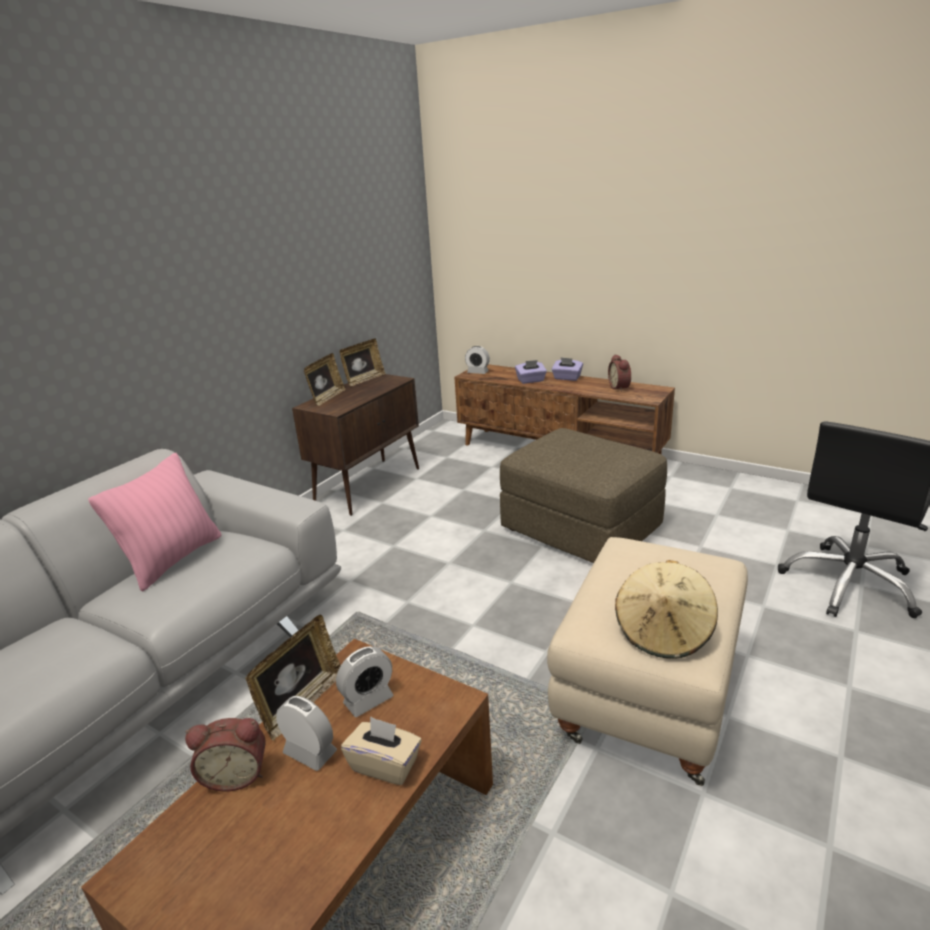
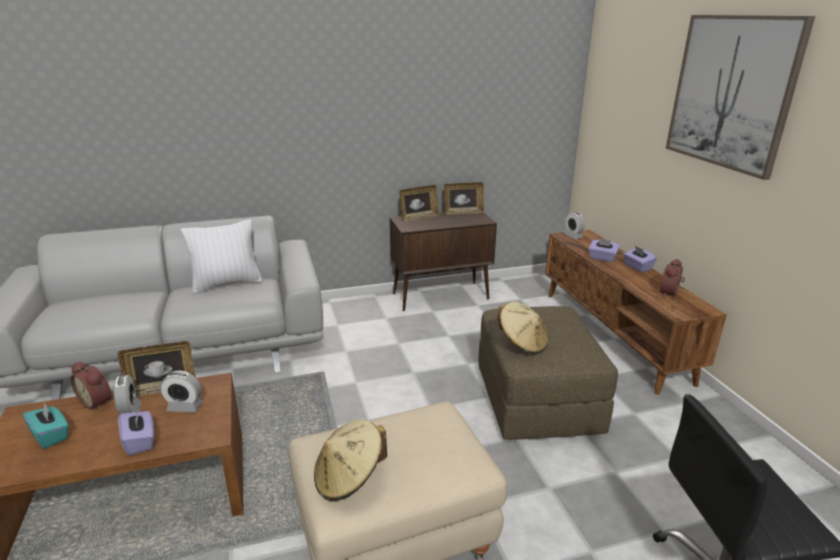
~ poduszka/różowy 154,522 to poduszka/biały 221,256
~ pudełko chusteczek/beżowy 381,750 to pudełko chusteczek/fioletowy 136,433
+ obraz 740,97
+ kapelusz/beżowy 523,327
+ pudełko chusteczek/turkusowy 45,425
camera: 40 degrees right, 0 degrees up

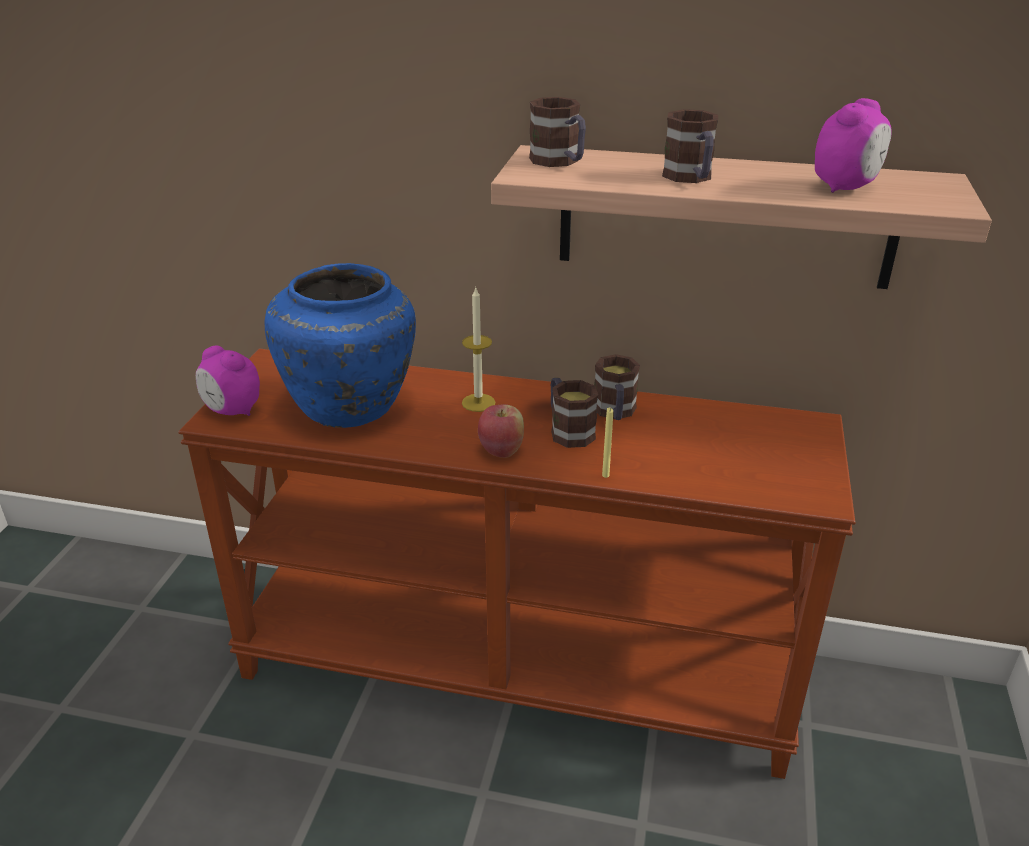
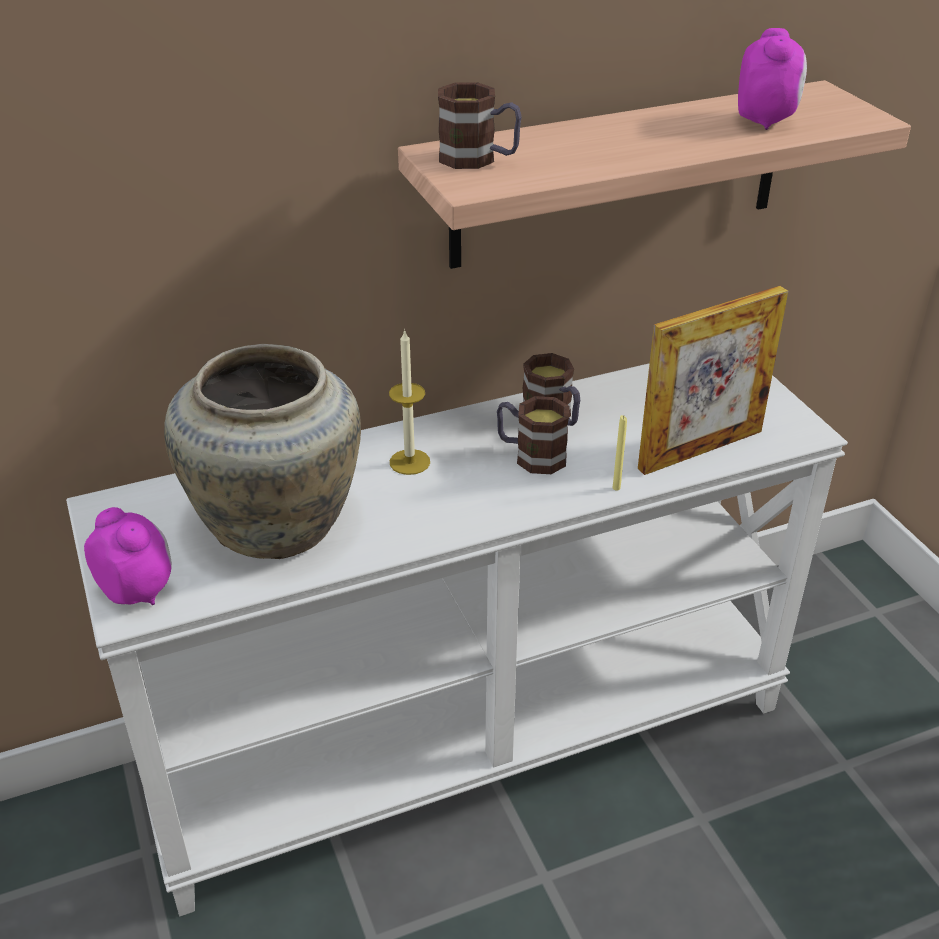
- kubek 690,146
~ wazon/niebieski 340,345 to wazon/beżowy 262,451
~ budzik 228,380 = 128,556 135 degrees counterclockwise
~ stolik konsolowy/brązowy 517,564 to stolik konsolowy/biały 457,640
- jabłko 501,431
+ ramka na zdjęcie 713,380
camera: 35 degrees left, 5 degrees up

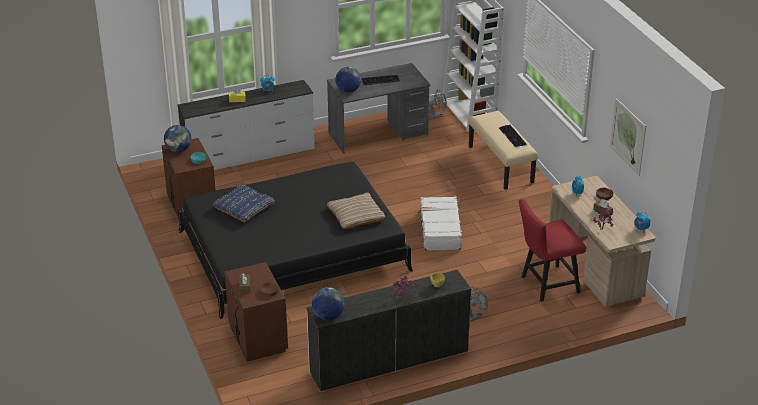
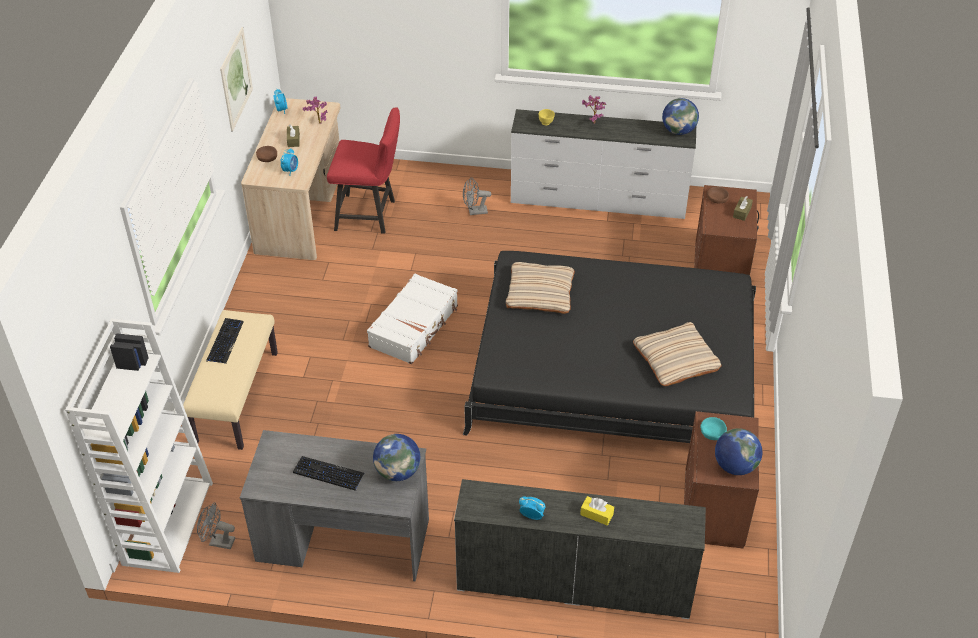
~ poduszka/niebieski 244,204 to poduszka/beżowy 677,354
camera: 150 degrees left, 10 degrees up

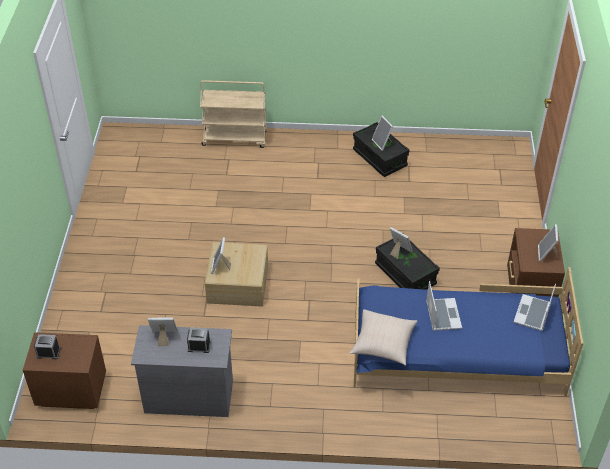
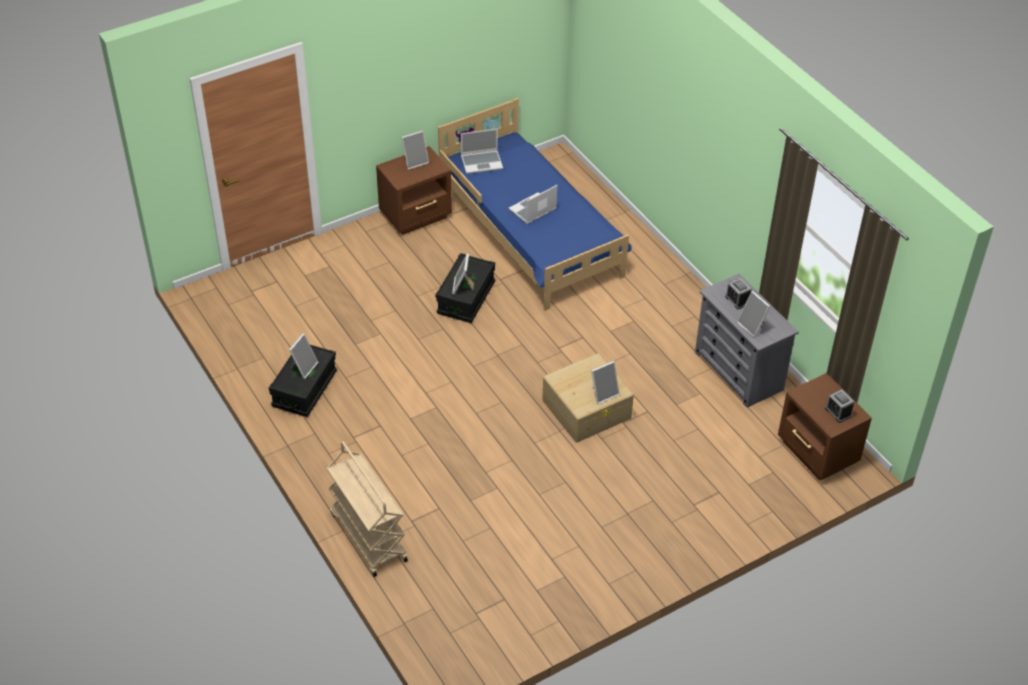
- poduszka/beżowy 384,337
camera: 125 degrees left, 0 degrees up

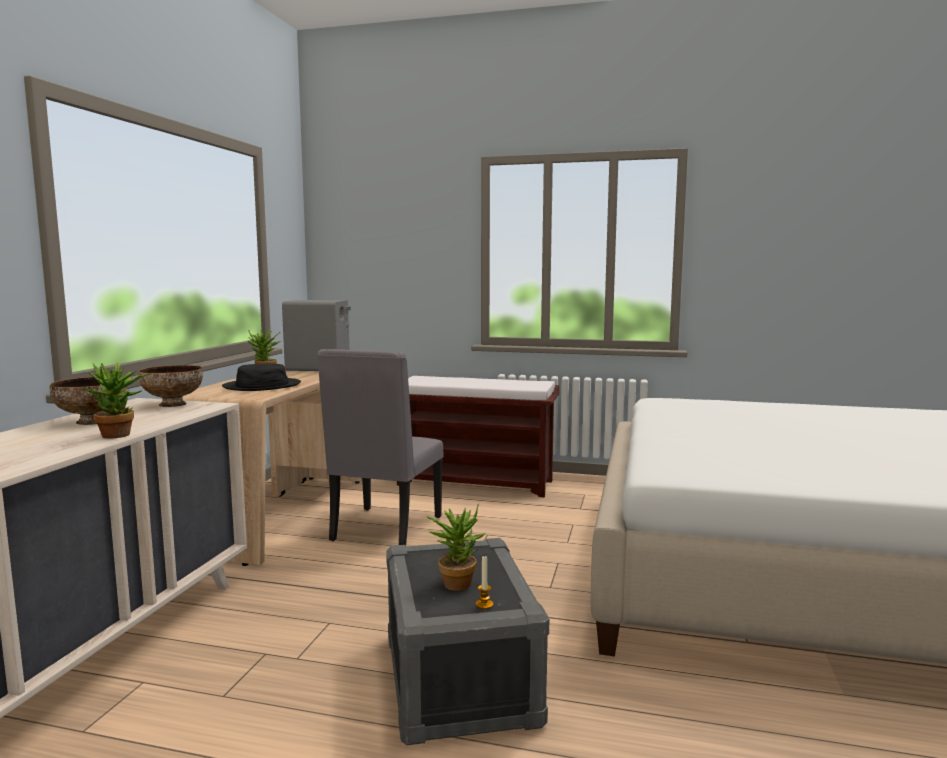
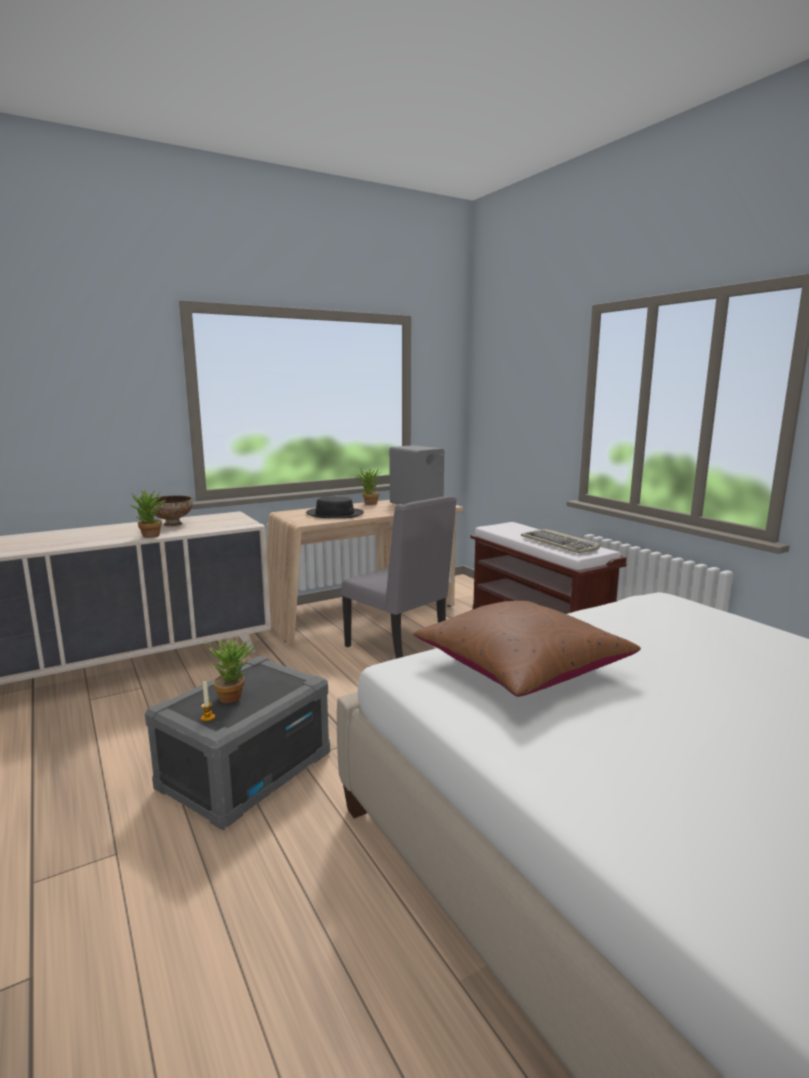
~ krzesło/szary 380,447 = 399,577 105 degrees counterclockwise
- miska 170,386
+ klawiatura 560,541
+ poduszka/brązowy 527,649
camera: 45 degrees right, 5 degrees up

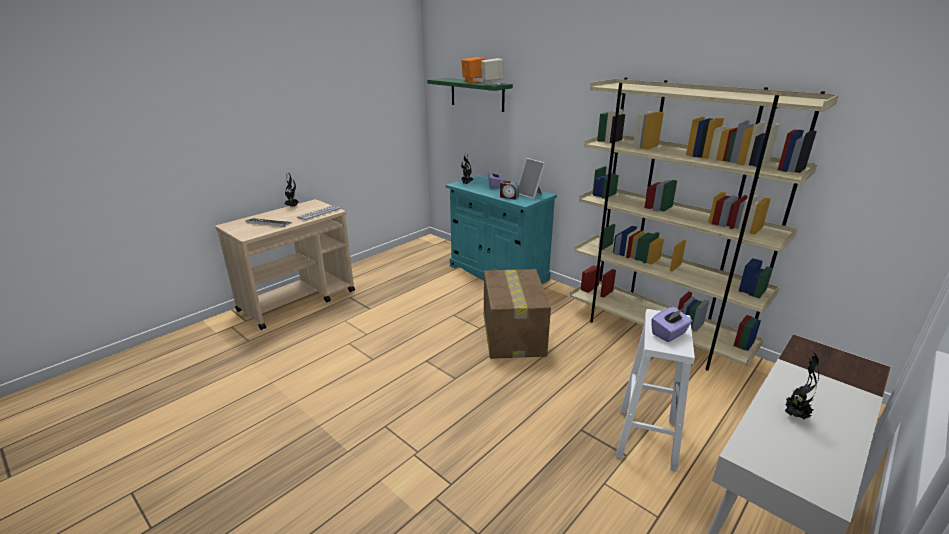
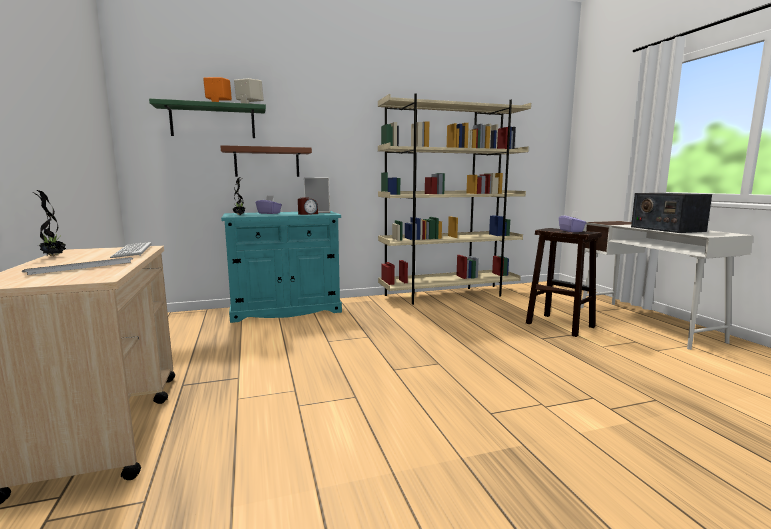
- karton 517,314
~ stołek/biały 655,390 to stołek/brązowy 564,282
~ roślina doniczkowa 801,384 to radio 671,213
+ półka/brązowy 266,161
camera: 60 degrees left, 15 degrees down

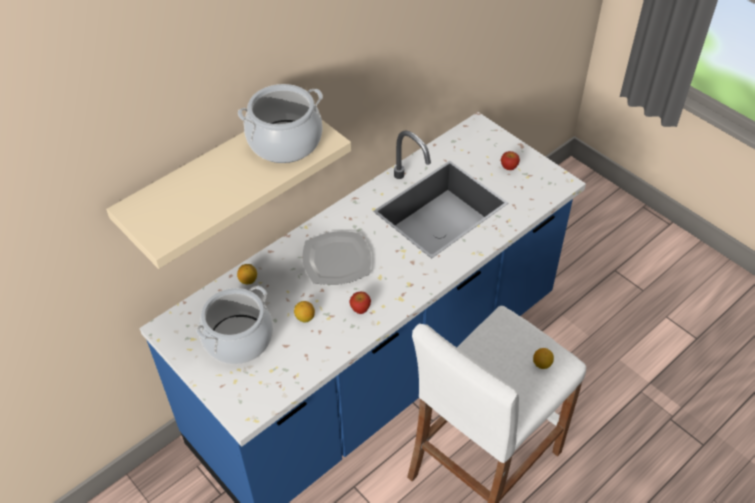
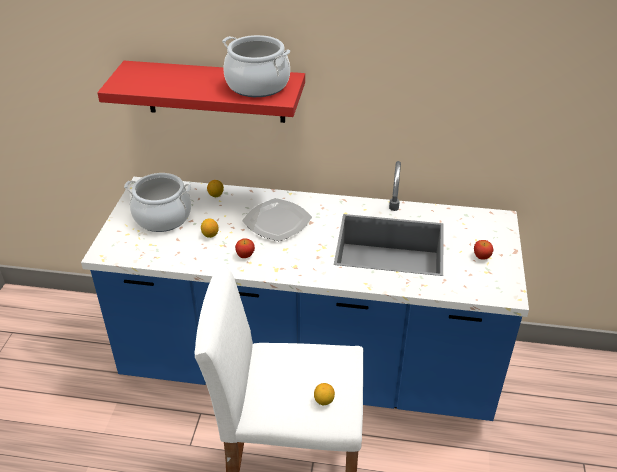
~ półka/beżowy 228,194 to półka/czerwony 201,92
camera: 50 degrees right, 10 degrees down

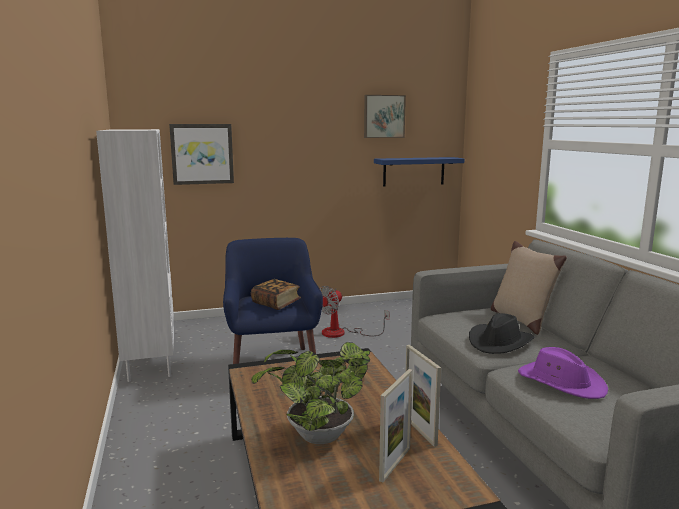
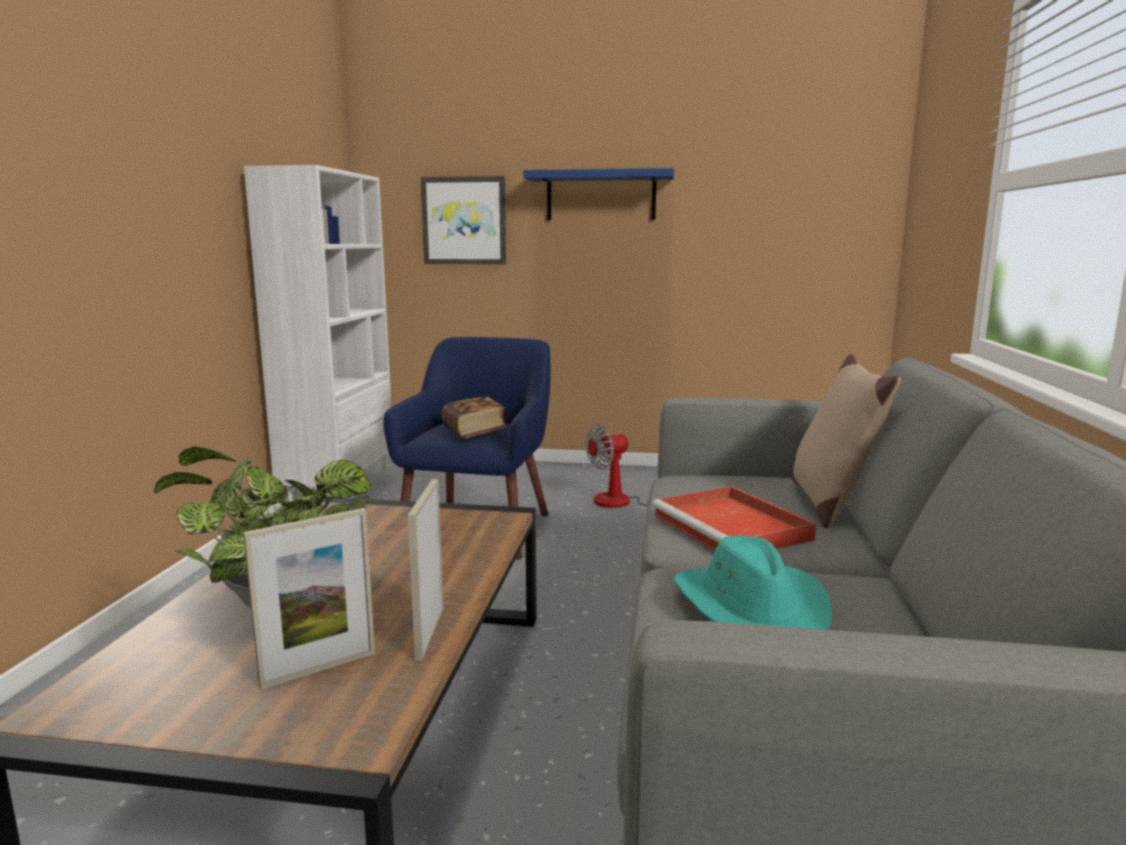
- obraz 385,116
~ półka/niebieski 419,171 to 598,194
~ kapelusz/czarny 502,333 to taca/czerwony 734,518
~ kapelusz/fioletowy 563,373 to kapelusz/turkusowy 752,582
camera: 25 degrees right, 0 degrees up

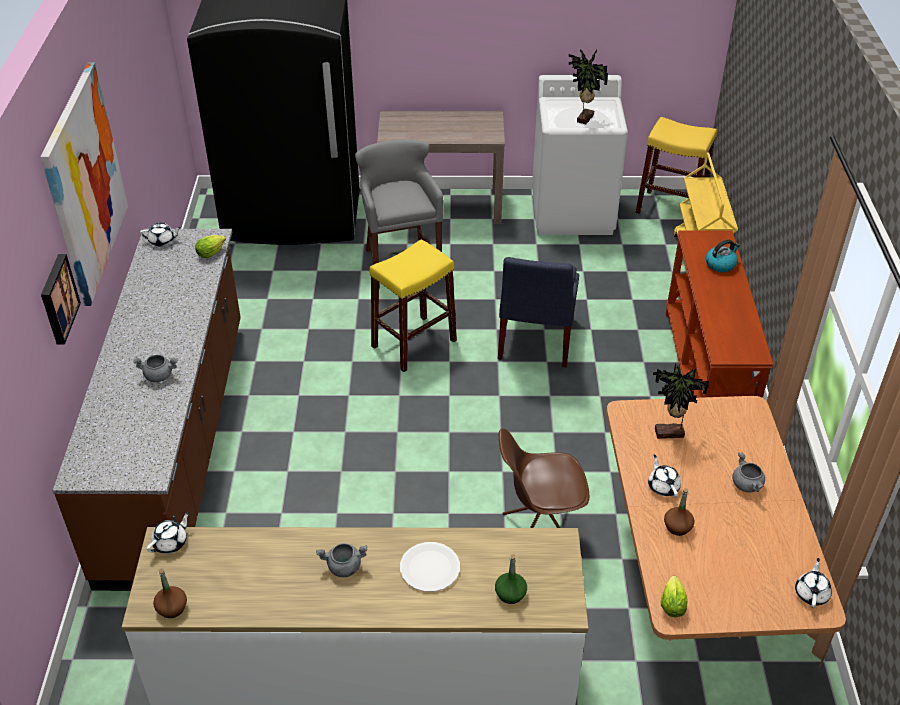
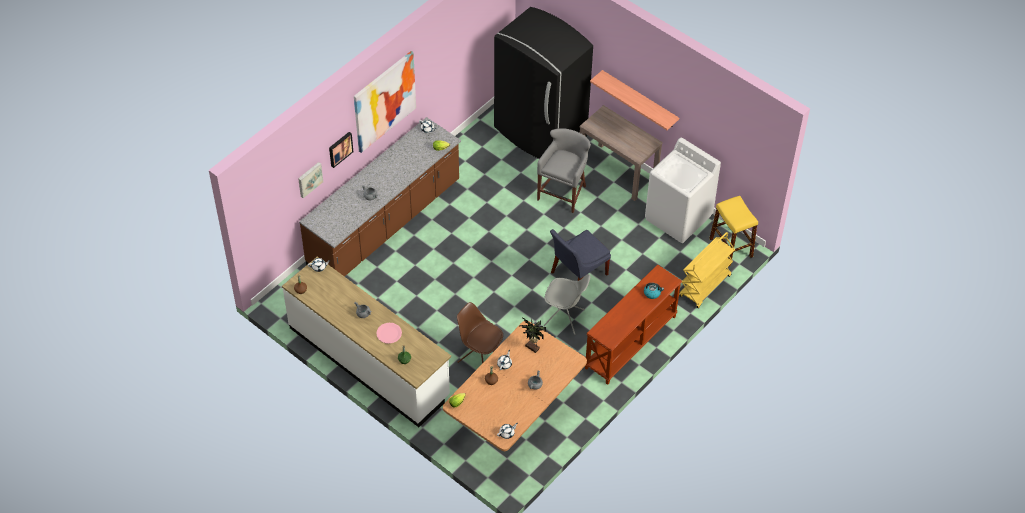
- roślina doniczkowa 588,87
- stołek/żółty 413,305
~ talerz/biały 430,567 to talerz/różowy 389,333
+ półka 634,100
+ obraz 310,180
+ krzesło/szary 567,304
camera: 40 degrees right, 10 degrees up

